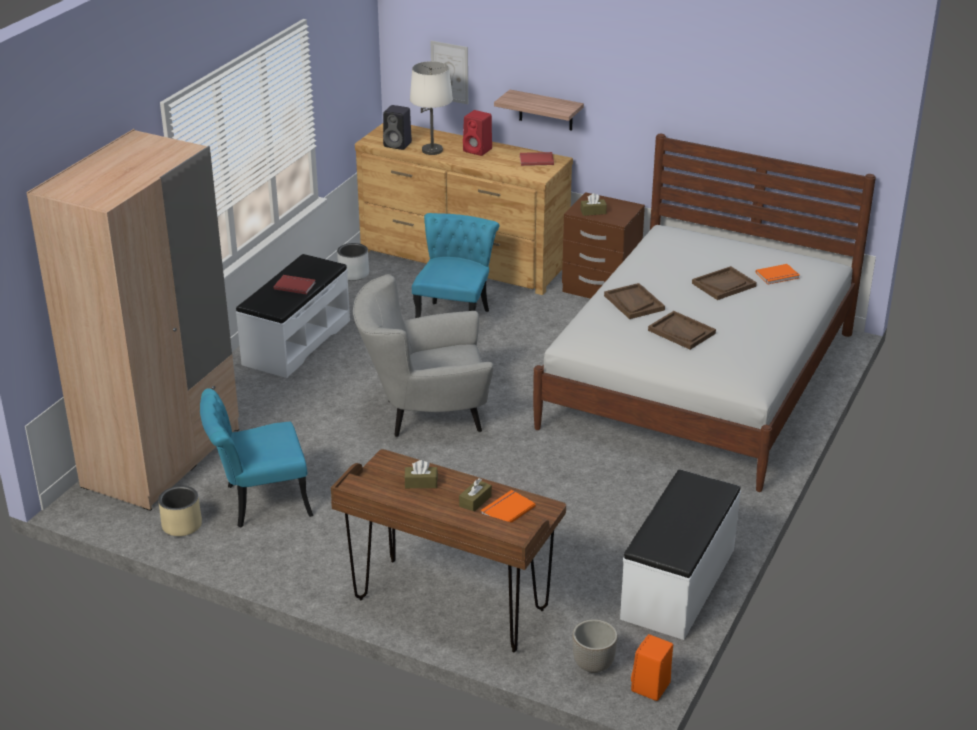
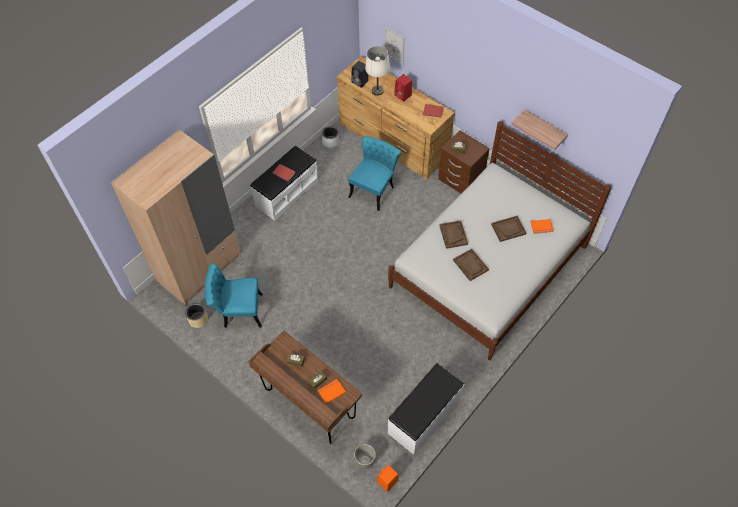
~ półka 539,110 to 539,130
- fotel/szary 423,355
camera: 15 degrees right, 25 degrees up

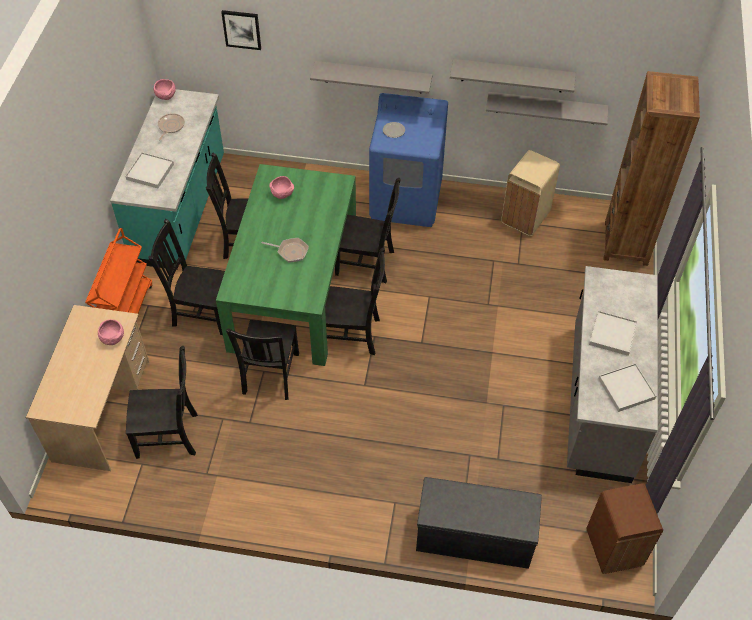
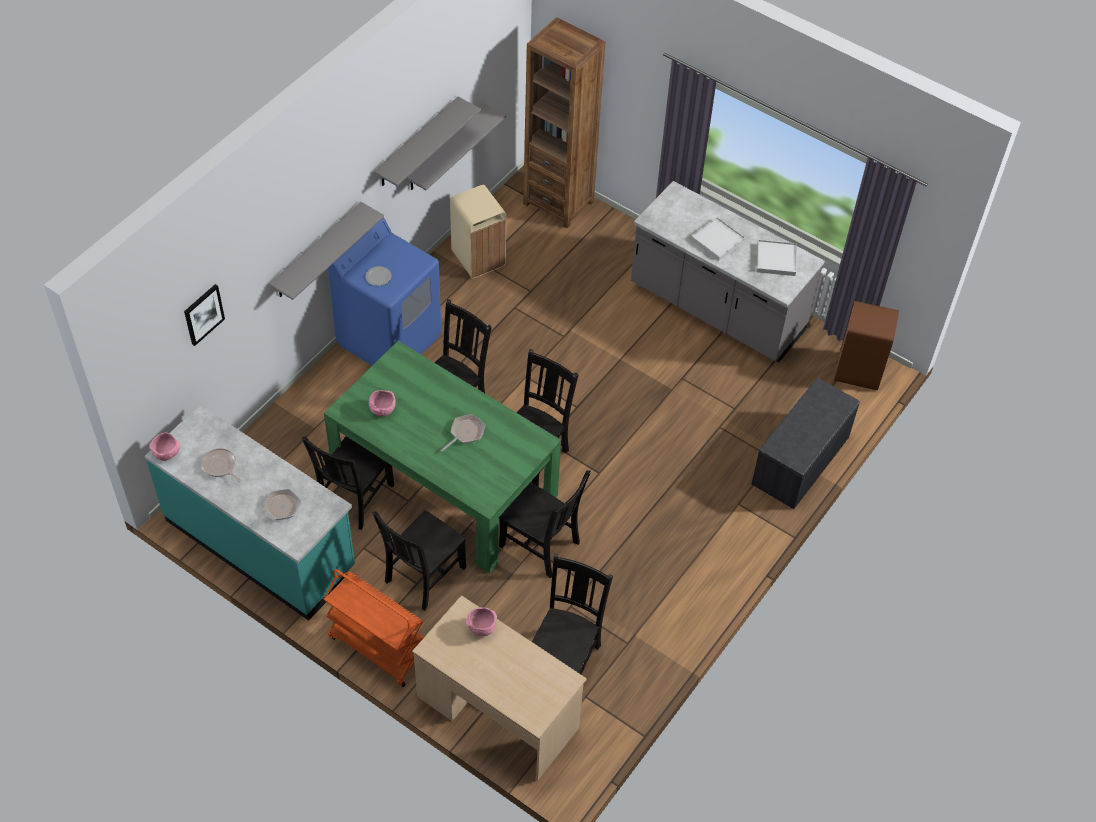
~ taca/biały 149,170 to patelnia 275,508
camera: 65 degrees left, 0 degrees up

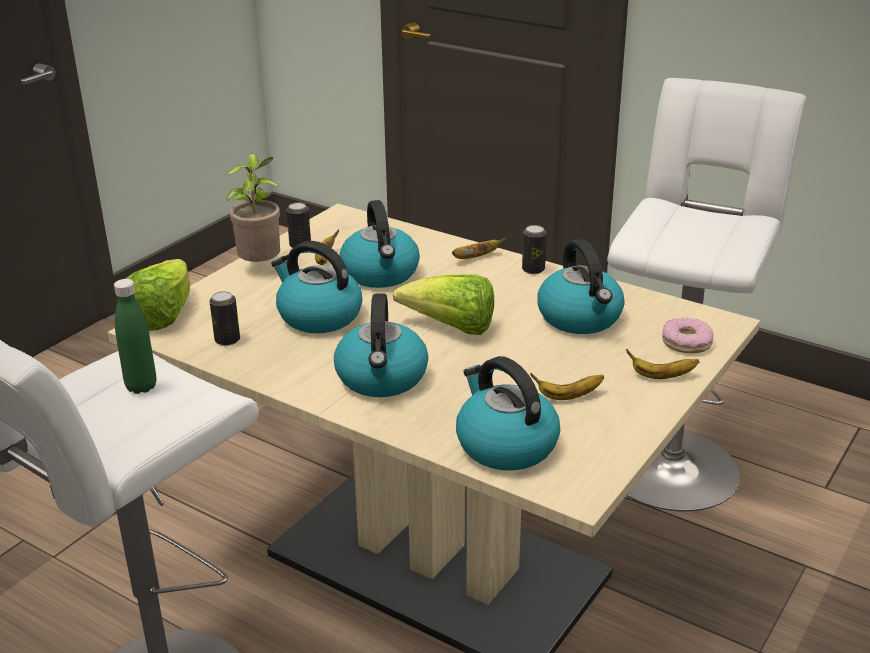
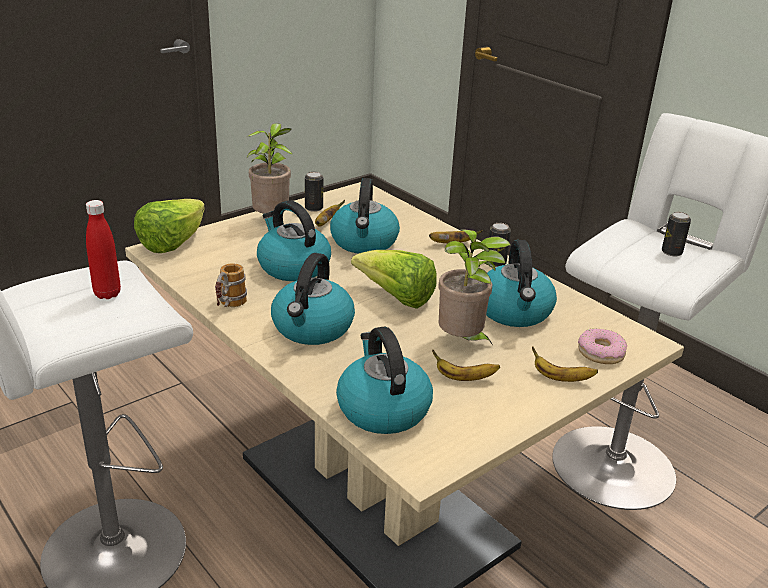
~ butelka/zielony 135,336 to butelka/czerwony 103,249
~ puszka 225,318 to 676,234
+ roślina doniczkowa 474,288
+ kubek 231,285
camera: 15 degrees right, 0 degrees up

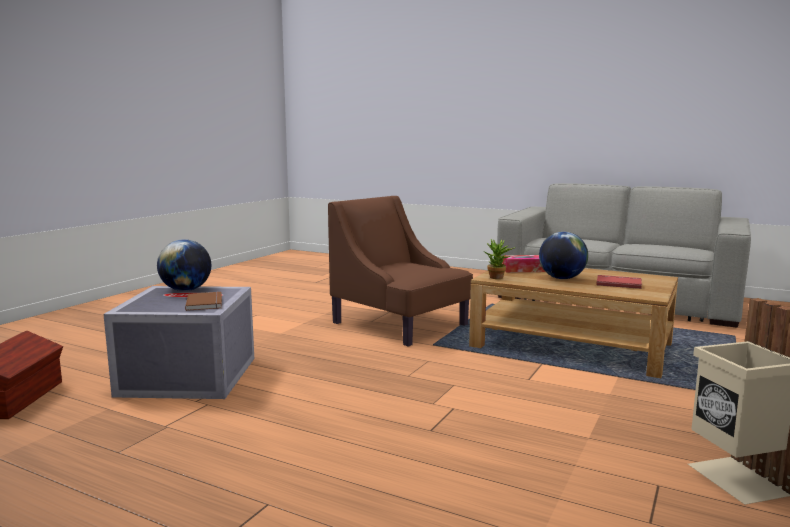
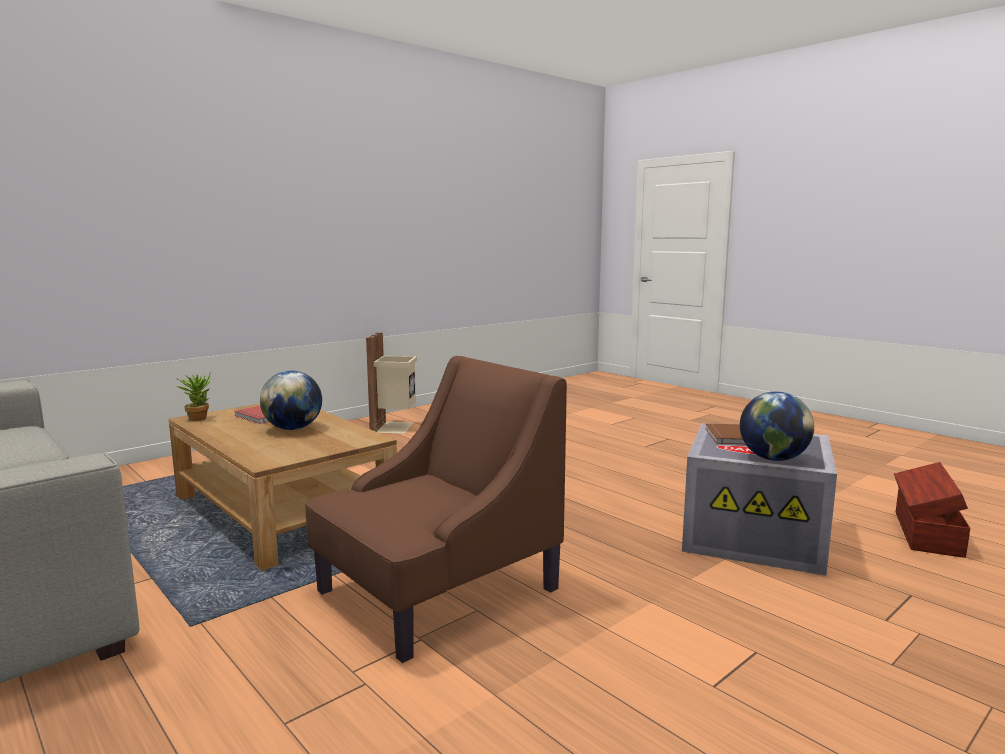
~ fotel/brązowy 400,271 = 436,509 105 degrees counterclockwise
~ roślina doniczkowa 500,259 to 193,396
- pudełko chusteczek 523,263
camera: 160 degrees left, 0 degrees up

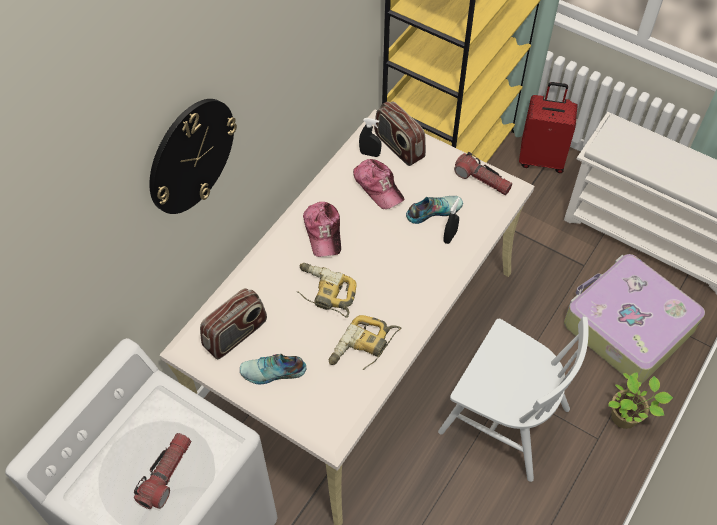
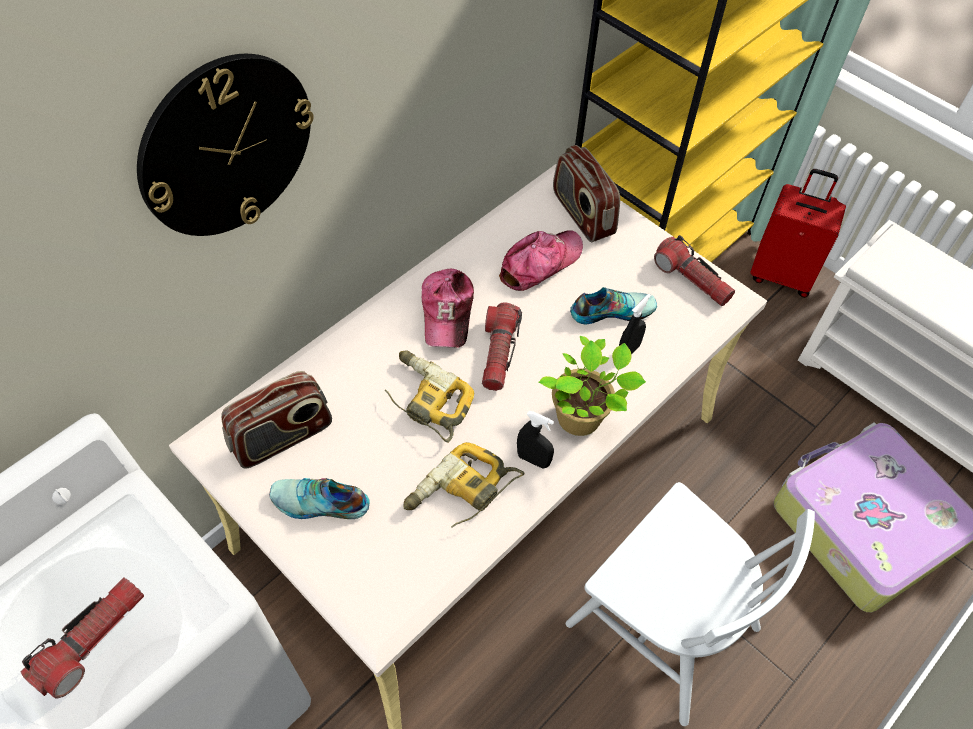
~ spryskiwacz/czarny 370,137 to 535,440
~ czapka z daszkiem 378,184 = 541,260 105 degrees counterclockwise
~ roślina doniczkowa 640,400 to 592,386
+ latarka 502,346
camera: 10 degrees right, 0 degrees up

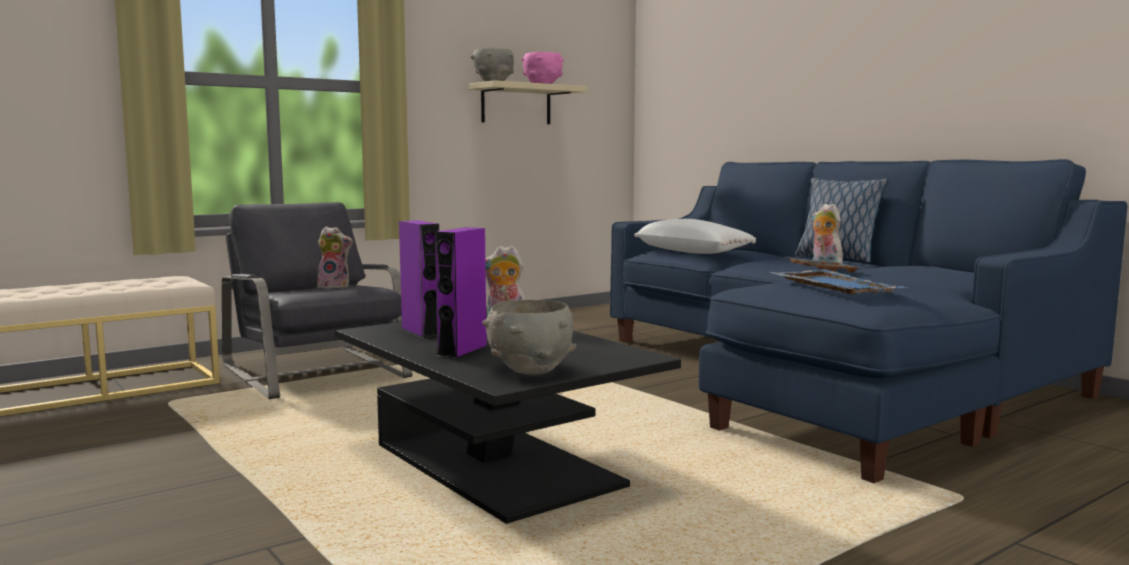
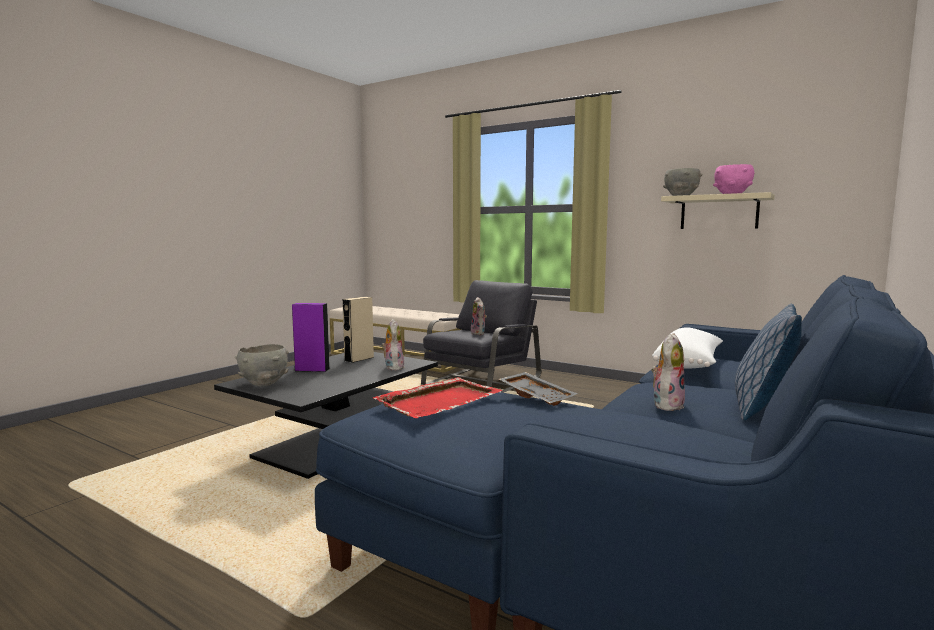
~ głośnik/fioletowy 419,279 to głośnik/beżowy 358,330
~ taca/niebieski 839,282 to taca/czerwony 438,397
camera: 70 degrees right, 0 degrees up

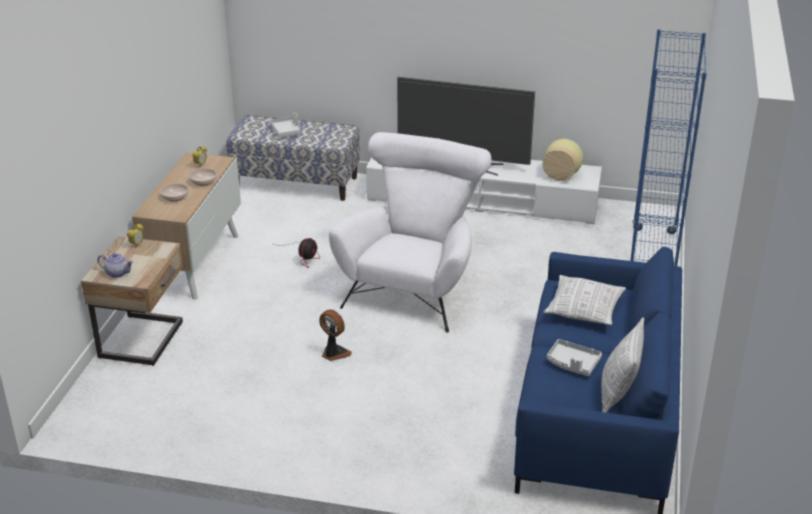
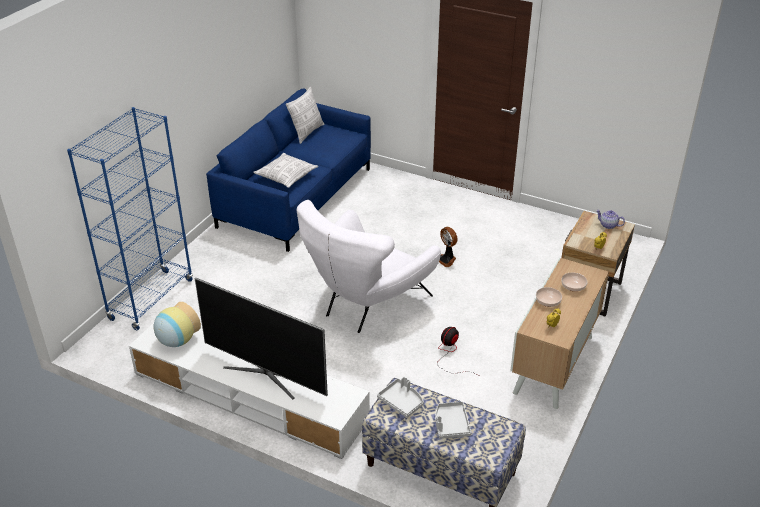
~ taca/szary 574,357 to 400,397
camera: 165 degrees left, 5 degrees up

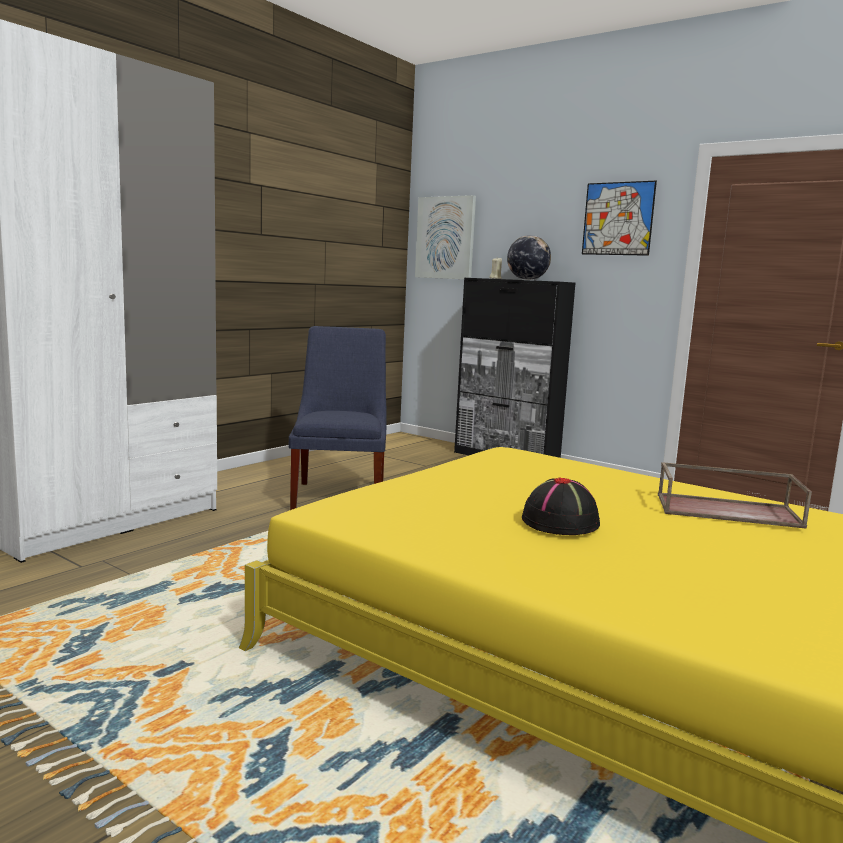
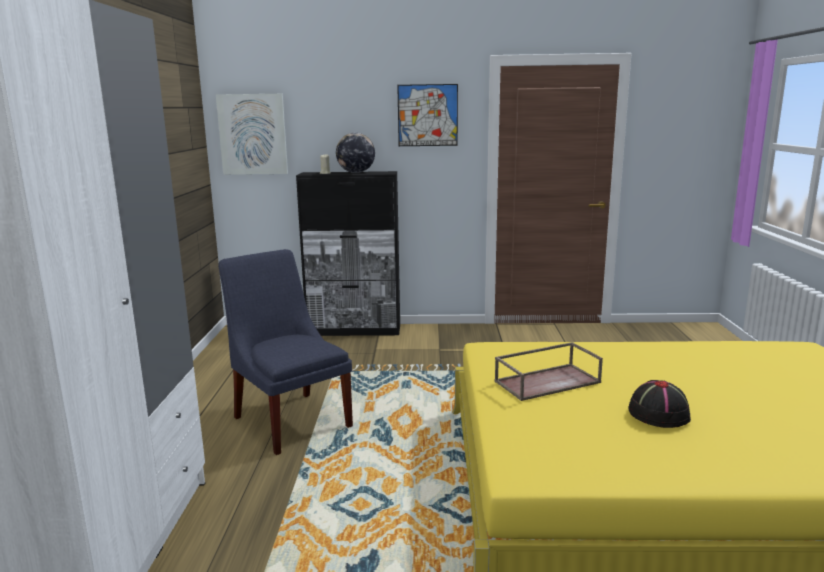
~ taca/brązowy 735,495 to 548,371
camera: 35 degrees left, 5 degrees up

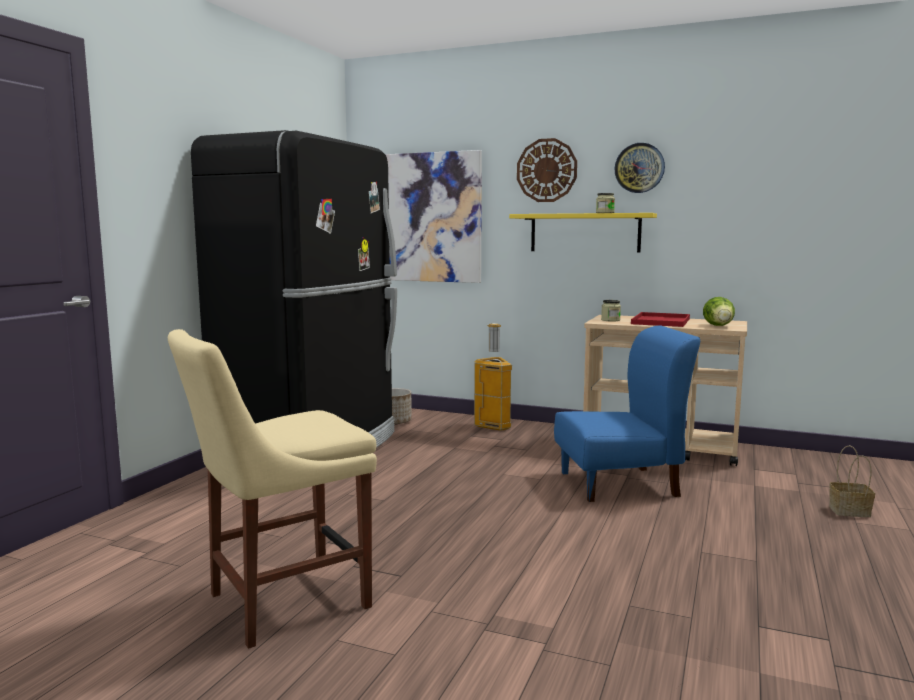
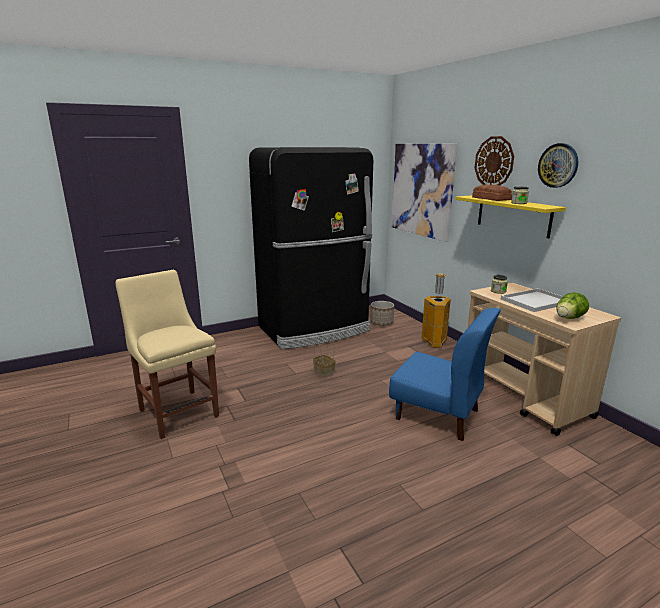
~ taca/czerwony 660,319 to taca/biały 532,300
~ krzesło/beżowy 272,489 = 167,354 45 degrees clockwise
~ koszyk 852,481 to 324,357
+ chleb 492,193
camera: 40 degrees right, 10 degrees up

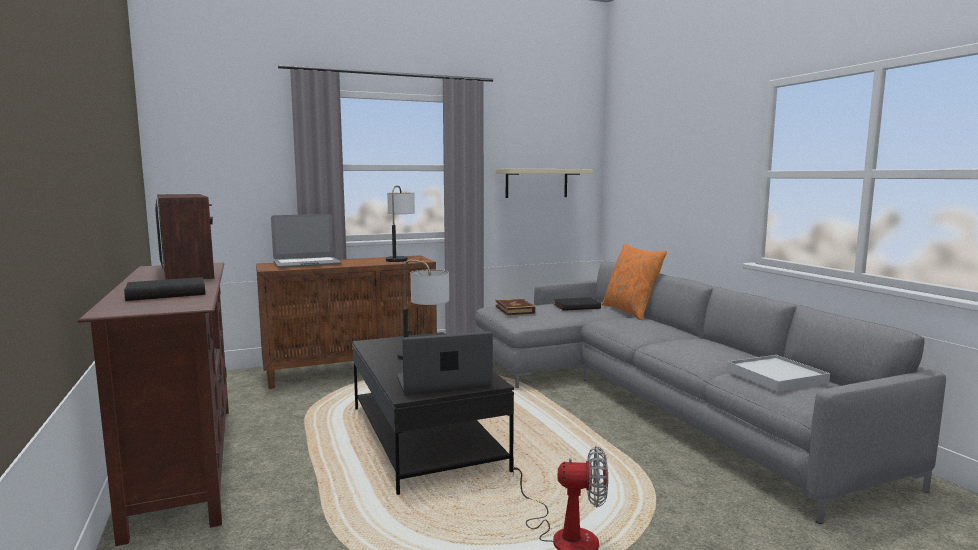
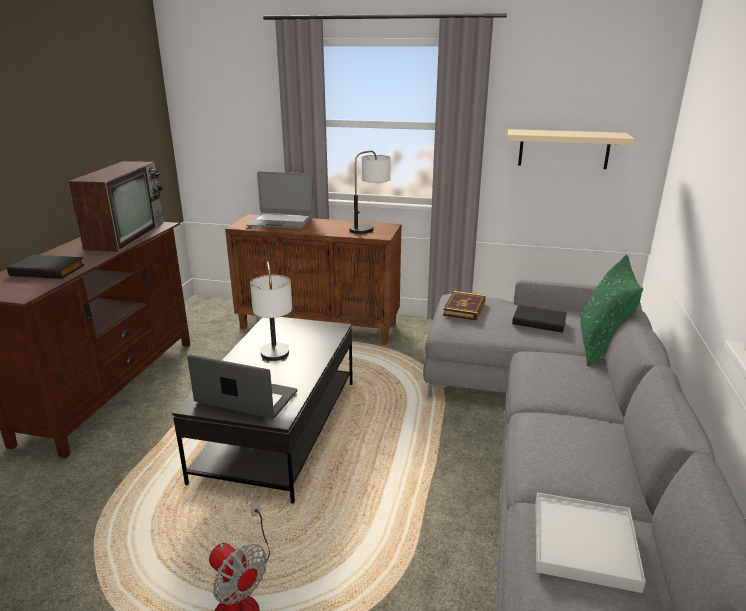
~ poduszka/pomarańczowy 634,282 to poduszka/zielony 611,311
camera: 35 degrees right, 15 degrees up

